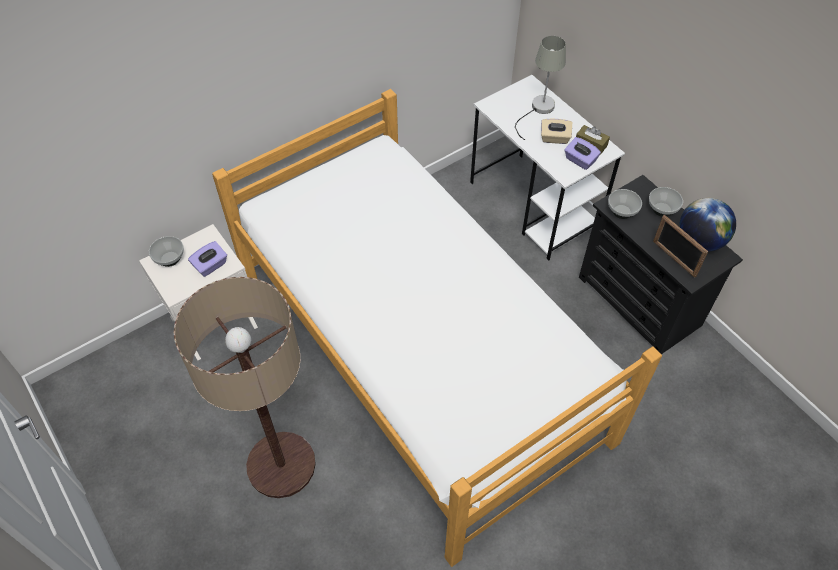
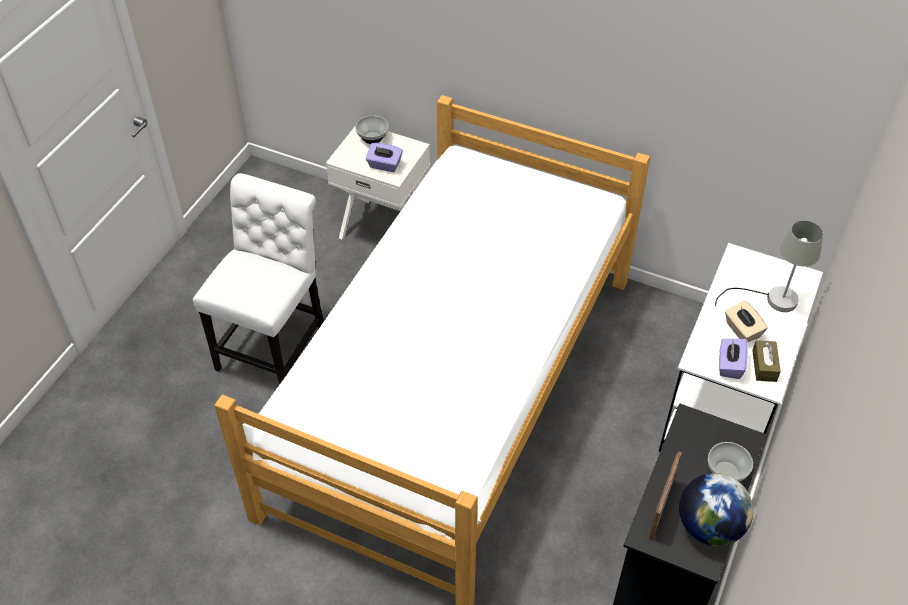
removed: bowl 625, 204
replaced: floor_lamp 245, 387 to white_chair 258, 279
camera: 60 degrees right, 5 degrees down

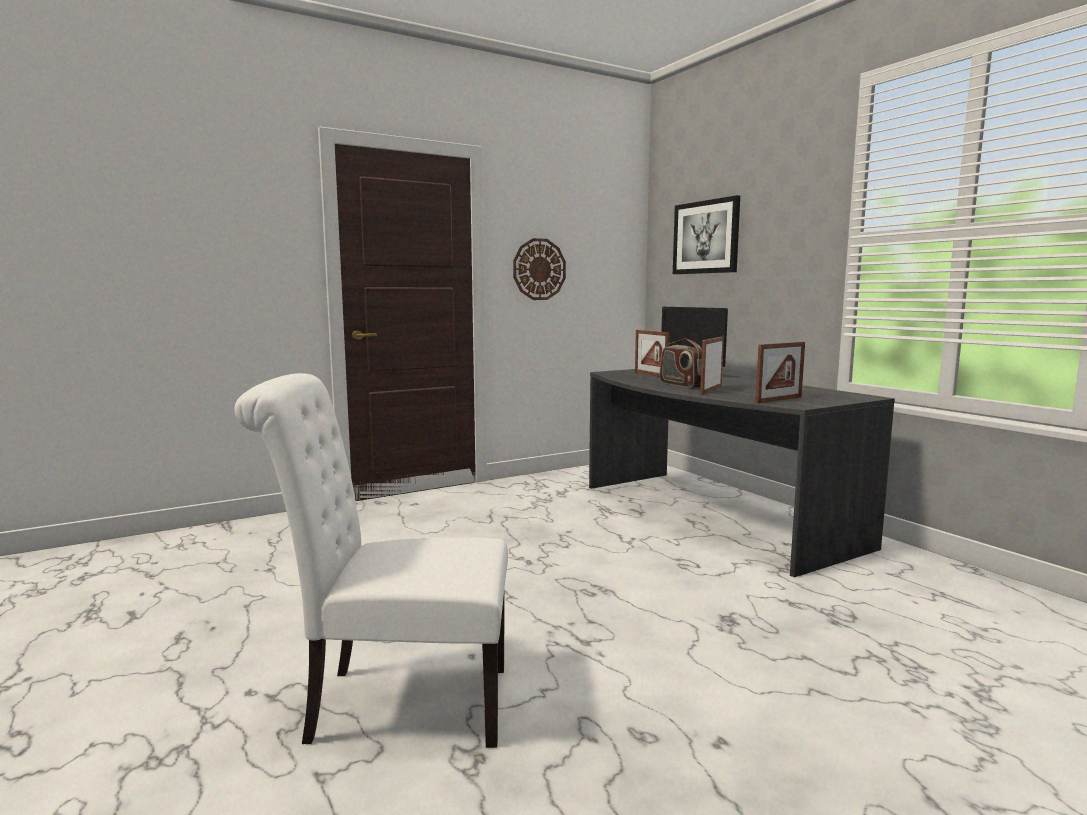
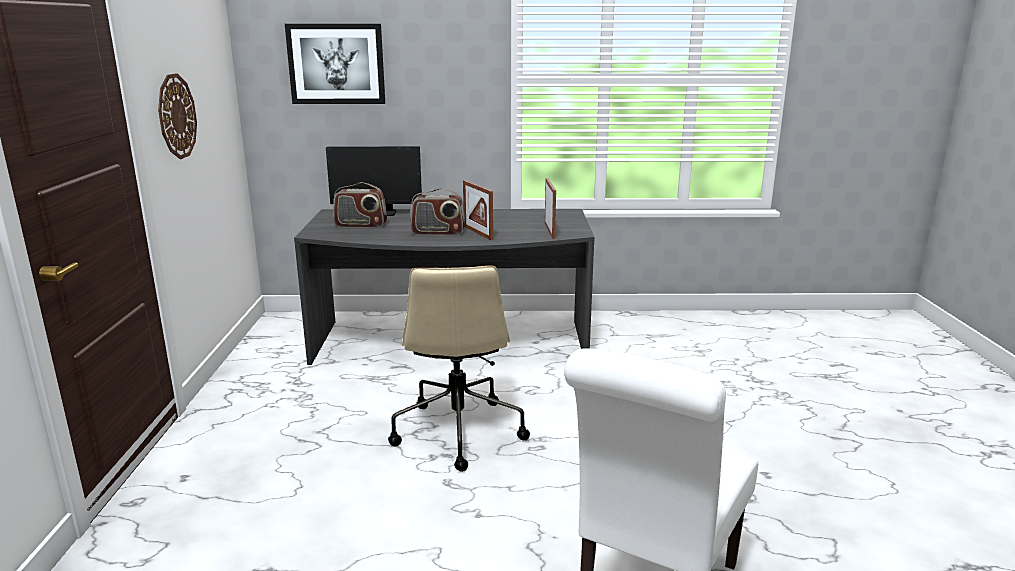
added: beige_office_chair 459, 368
replaced: picture_frame 652, 353 to radio 360, 205
camera: 60 degrees left, 10 degrees up

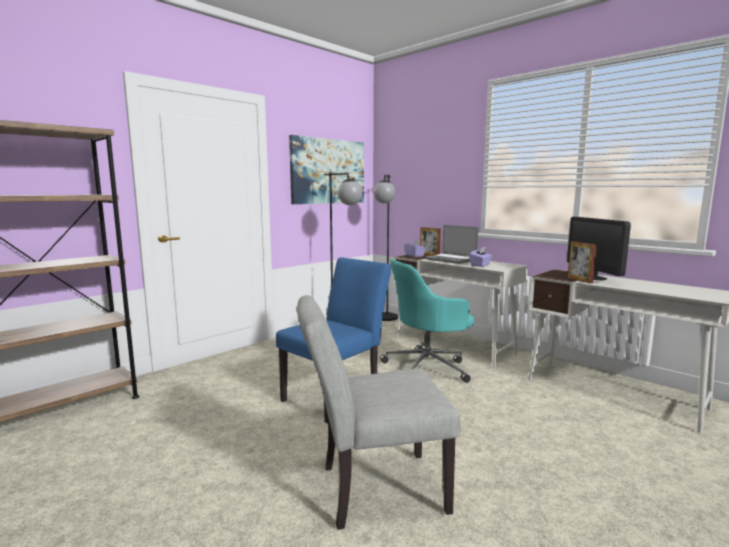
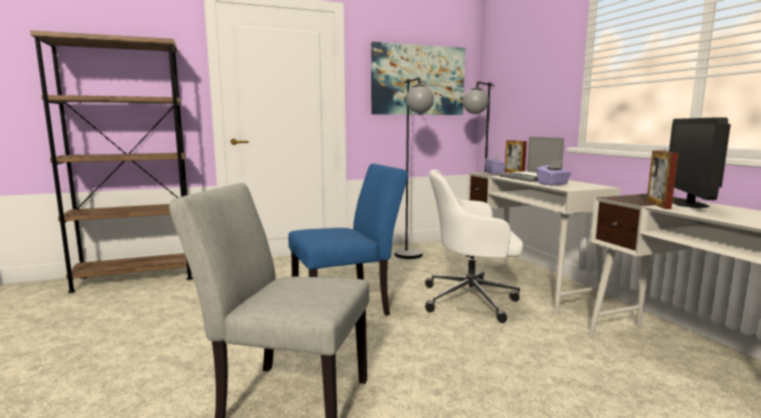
recoloured: turquoise_office_chair 427, 321 to white_office_chair 474, 246
camera: 25 degrees right, 0 degrees up

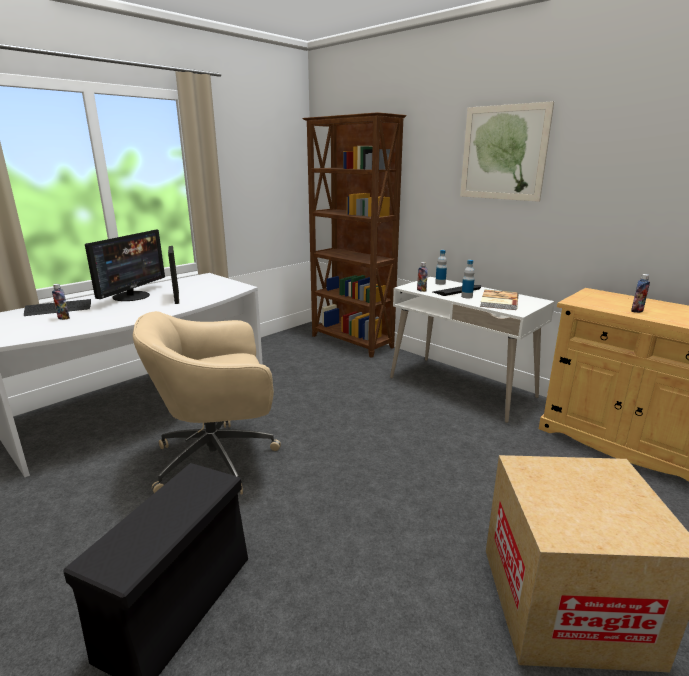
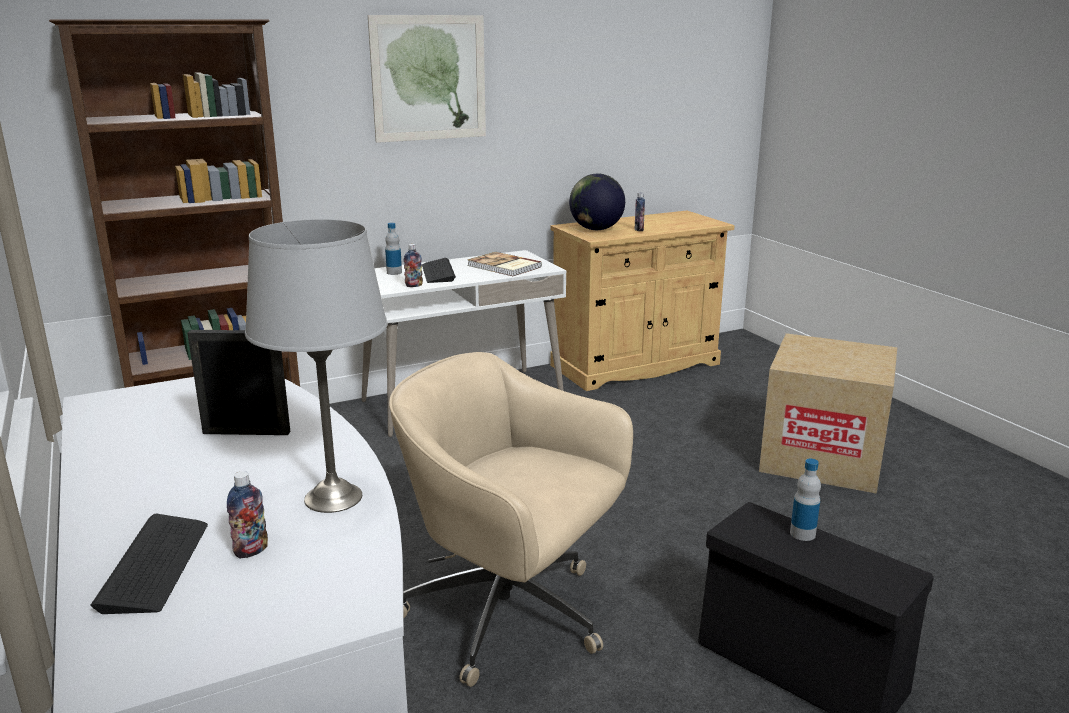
removed: monitor 125, 265
added: grey_table_lamp 316, 366; globe 597, 202
moved: bottle 468, 279 to 805, 500
turned: beige_office_chair 206, 402 = 511, 519 120 degrees clockwise
camera: 70 degrees left, 0 degrees up

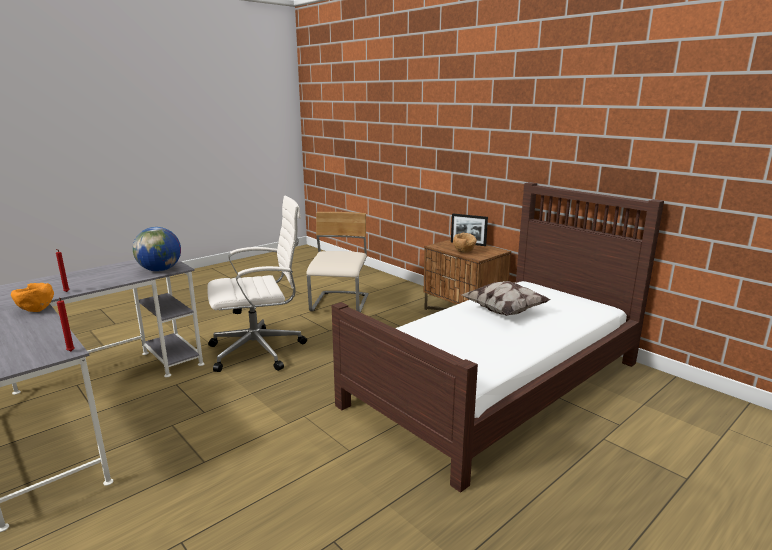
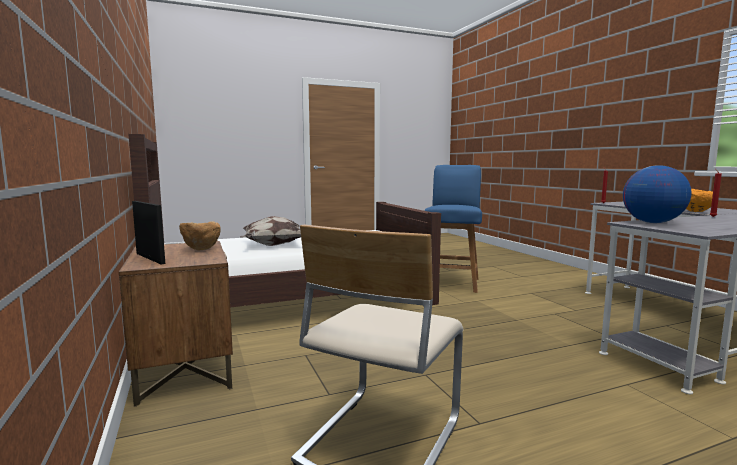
removed: white_office_chair 257, 284
added: blue_chair 453, 229
camera: 160 degrees left, 10 degrees down

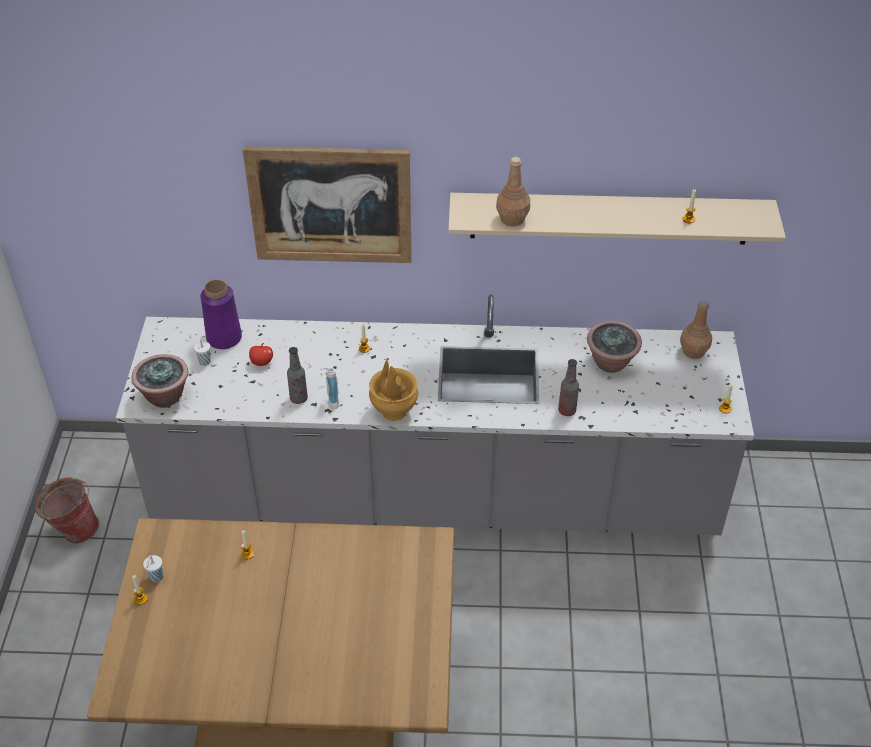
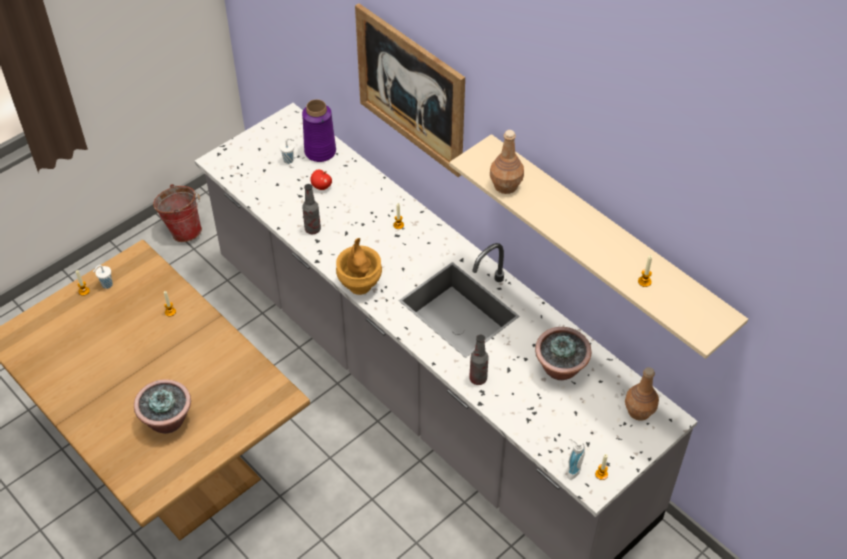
moved: potted_plant 159, 381 to 162, 406; soap_dispenser 329, 387 to 576, 459
camera: 45 degrees right, 5 degrees up

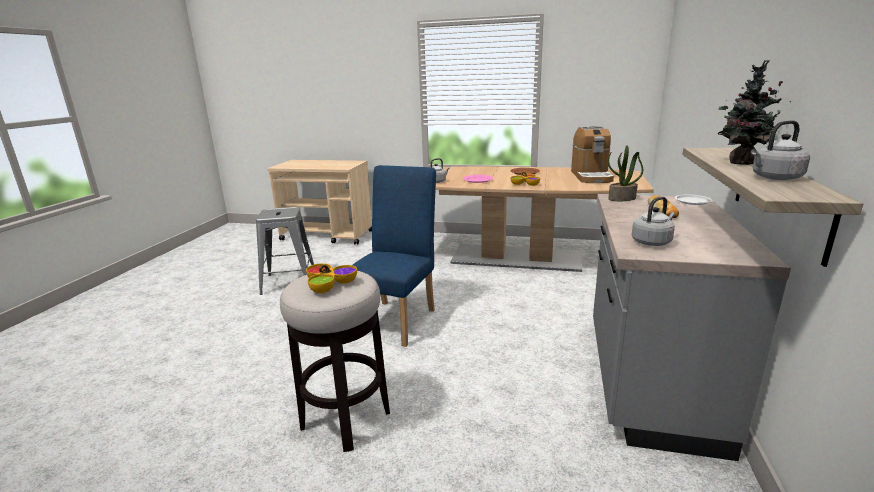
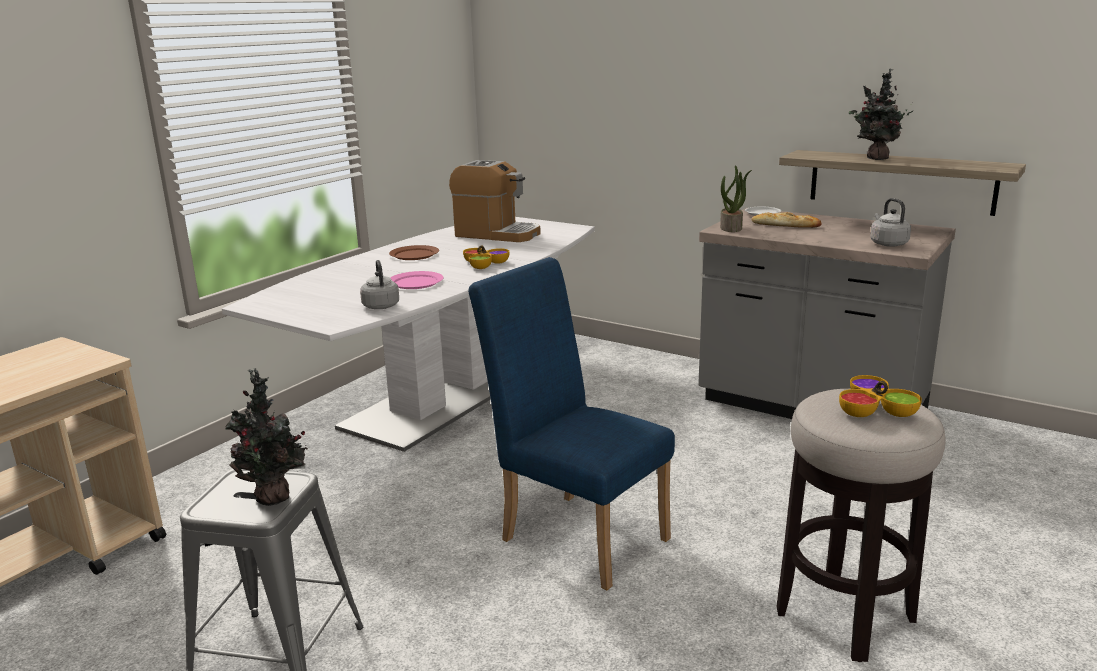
removed: grey_kettle 780, 150
added: potted_plant 266, 437
recoloured: brown_dining_table 545, 219 to white_dining_table 408, 334
camera: 70 degrees left, 0 degrees up

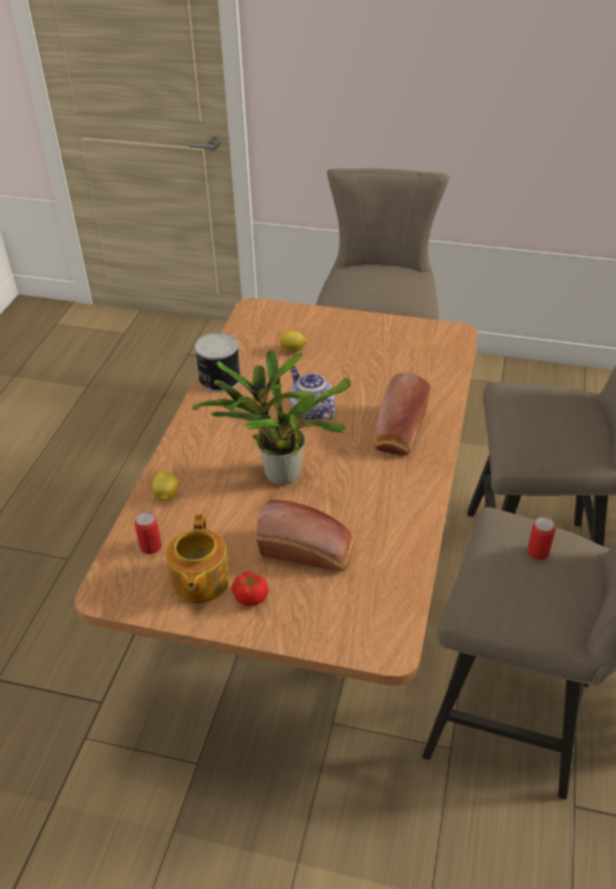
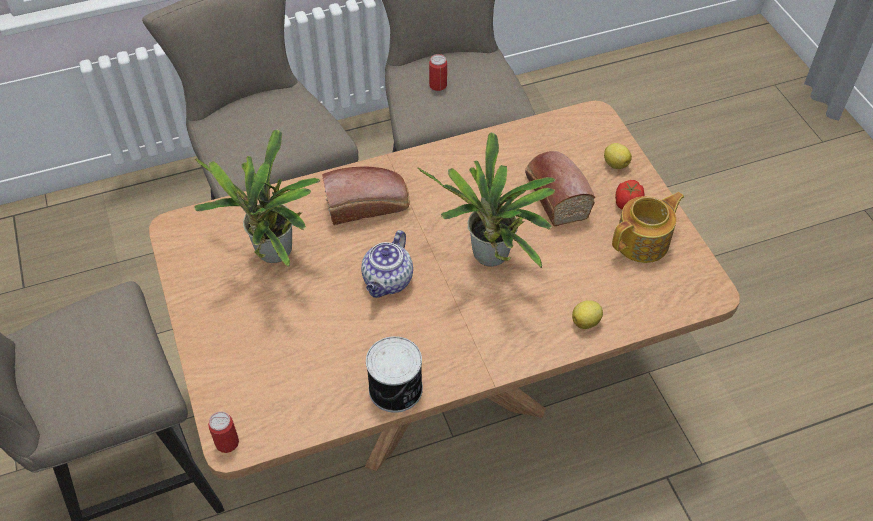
added: potted_plant 257, 198
moved: can 148, 532 to 223, 432; lemon 293, 341 to 618, 156
camera: 125 degrees left, 10 degrees up

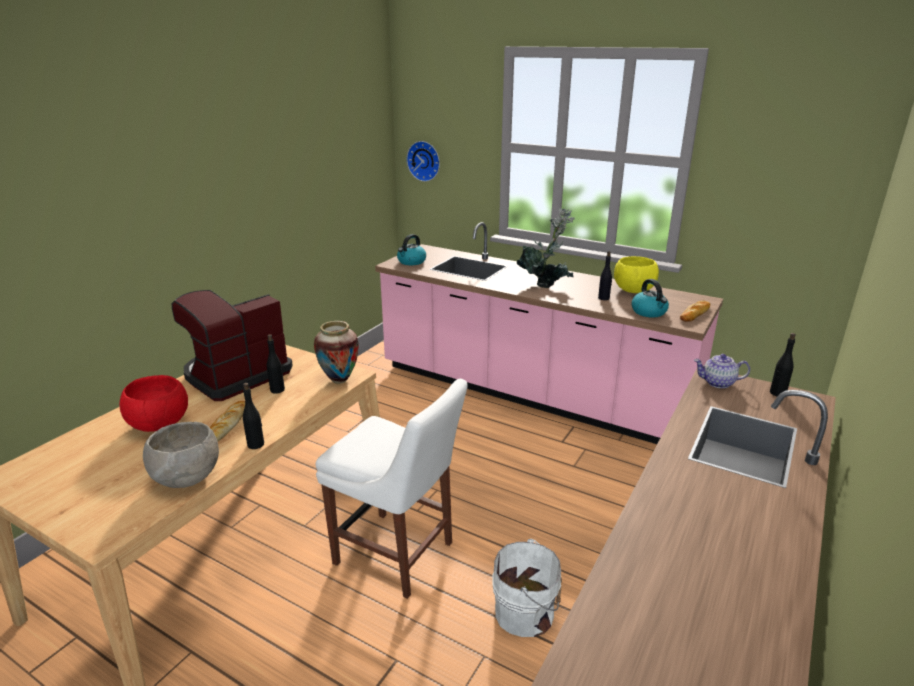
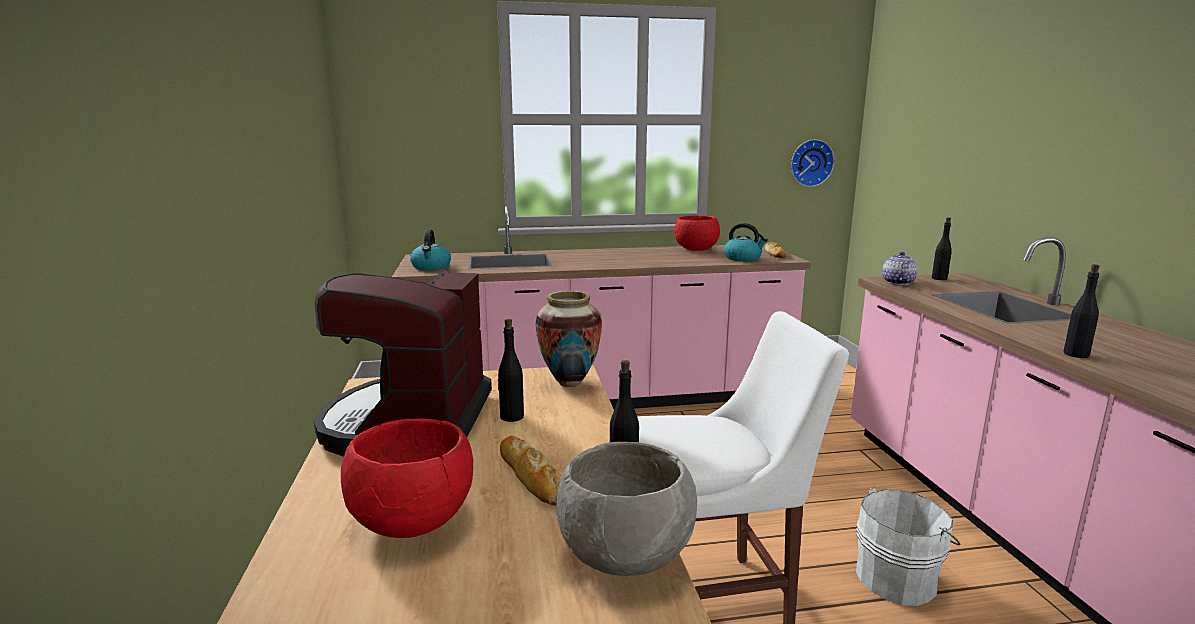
removed: potted_plant 546, 248
moved: wall_clock 423, 161 to 812, 163; black_bottle 605, 275 to 1081, 311
recoloured: yellow_bowl 636, 274 to red_bowl 697, 233
turned: teapot 722, 371 = 900, 268 135 degrees clockwise
camera: 40 degrees left, 10 degrees down

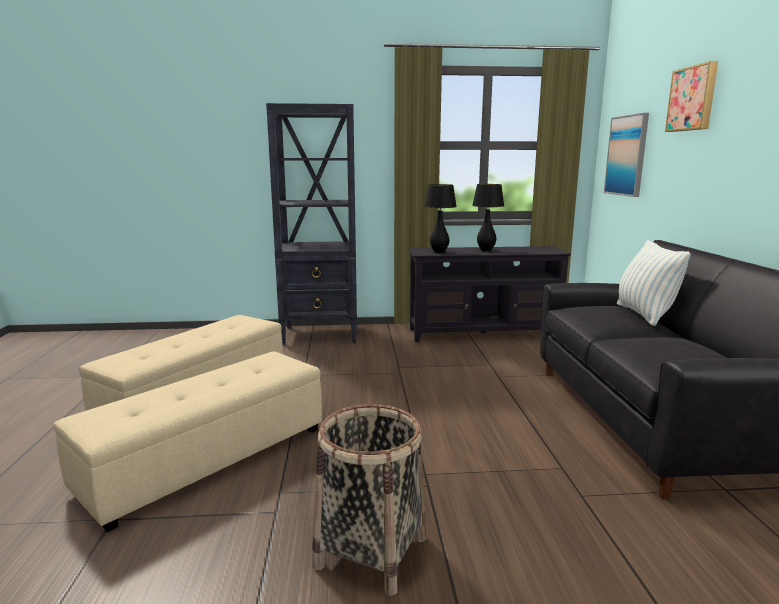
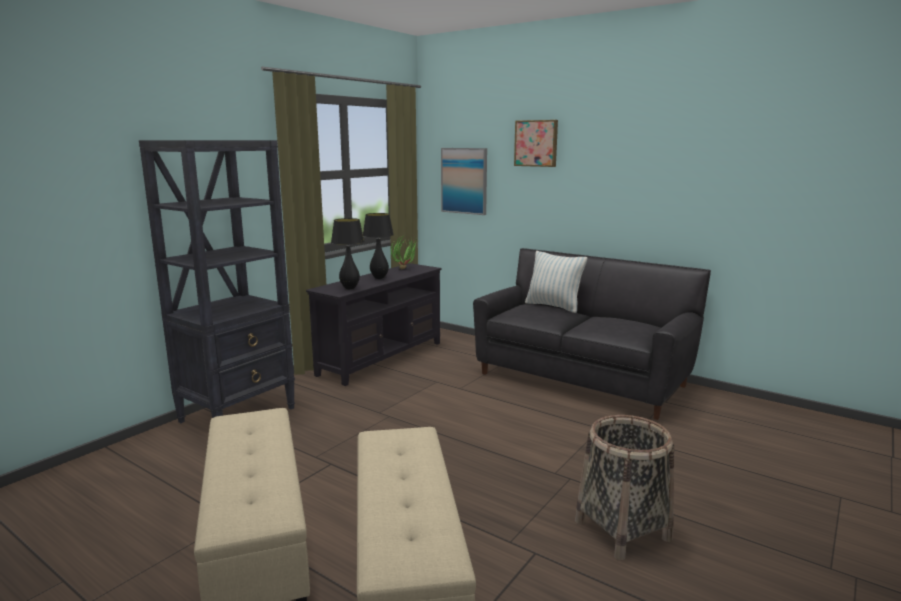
added: potted_plant 404, 252
camera: 50 degrees left, 0 degrees up

